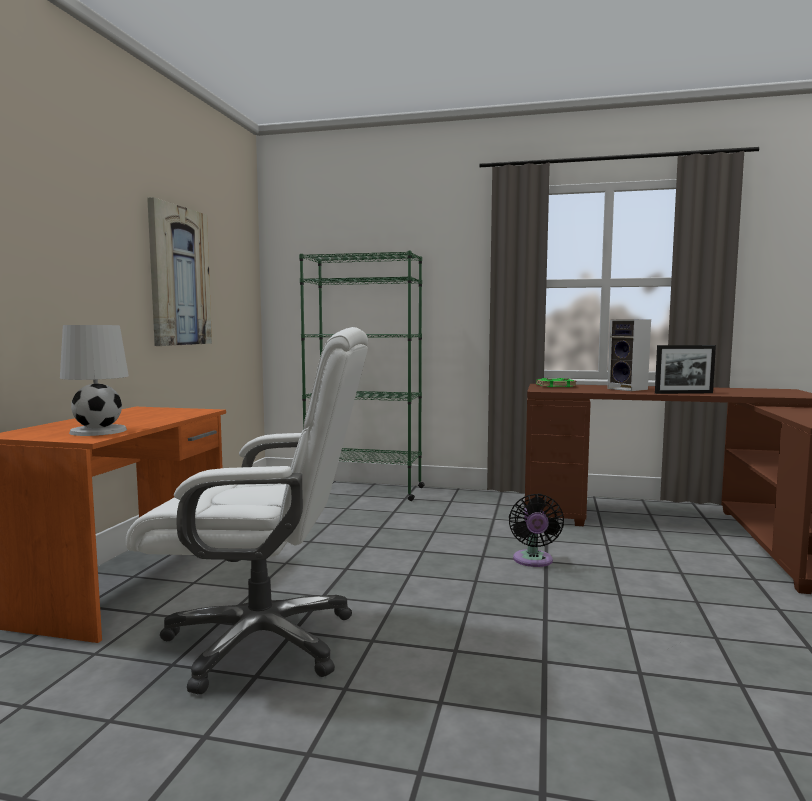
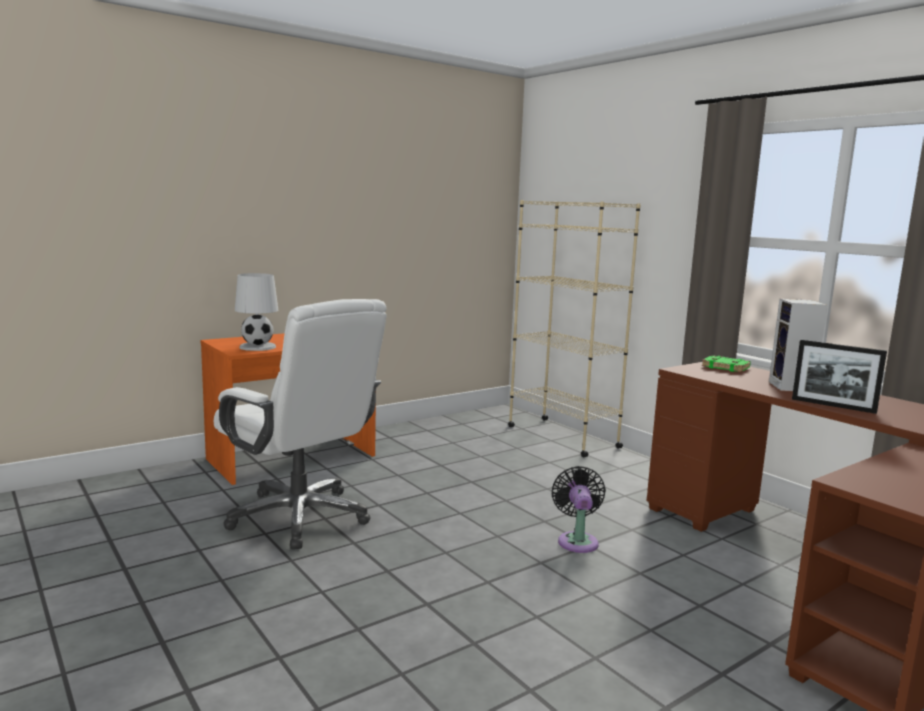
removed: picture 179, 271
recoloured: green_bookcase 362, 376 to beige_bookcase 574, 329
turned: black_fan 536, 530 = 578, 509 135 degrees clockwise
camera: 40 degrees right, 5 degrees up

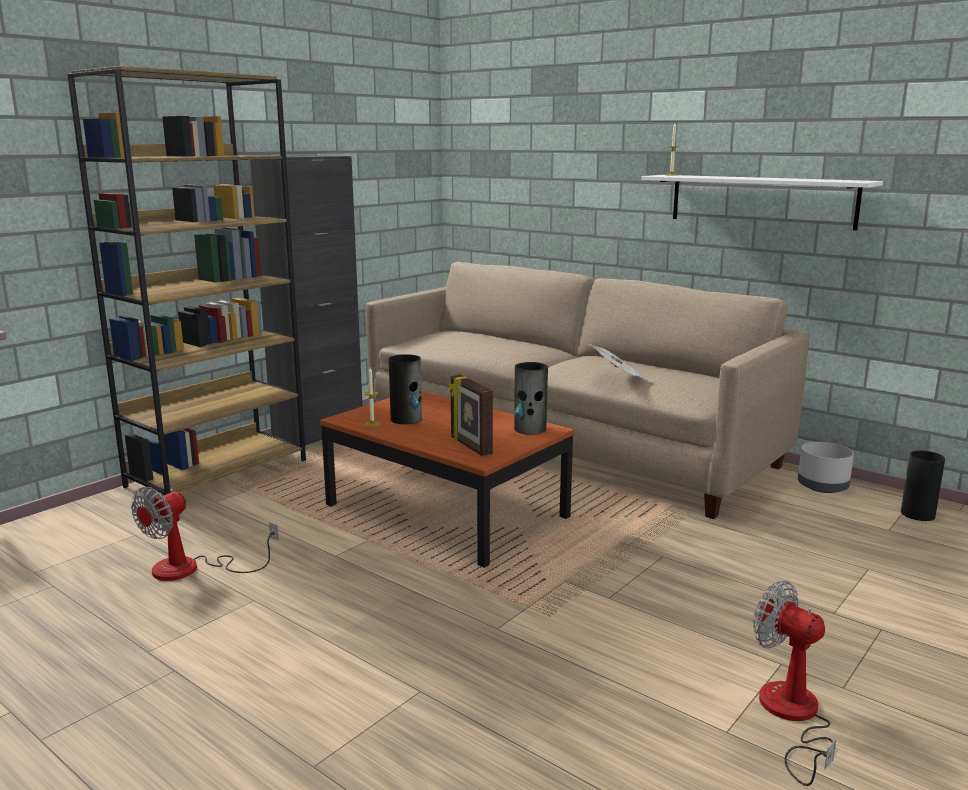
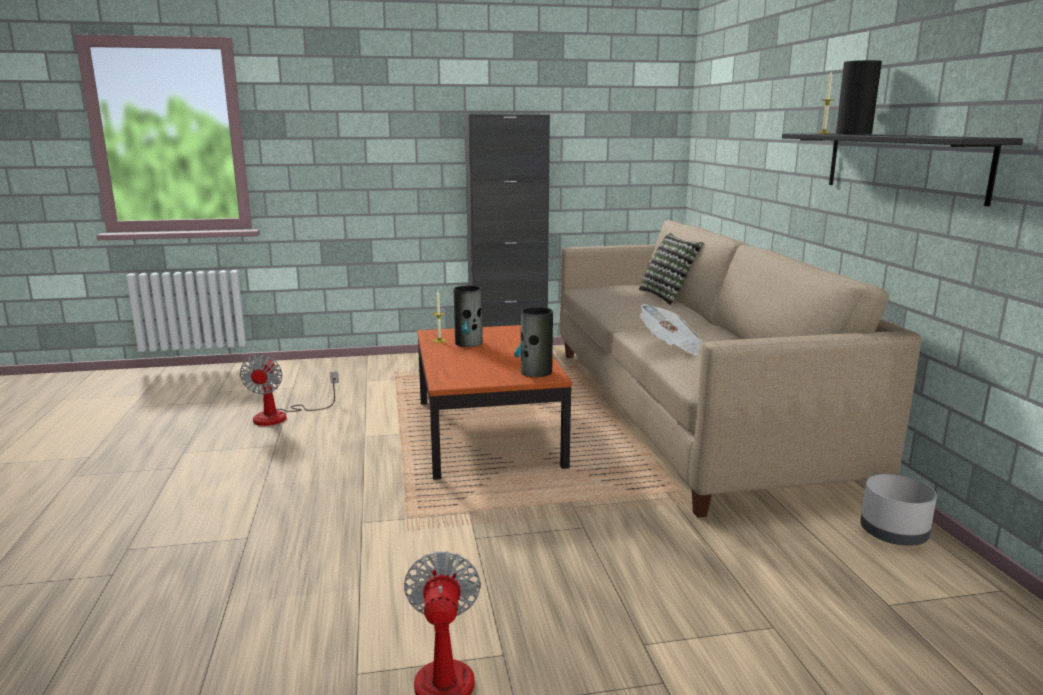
removed: brown_bookcase 186, 280; picture_frame 471, 415
added: pillow 671, 269
moved: vase 923, 485 to 859, 97
recoloured: white_shelf 762, 202 to black_shelf 902, 170
turned: fan 205, 534 = 289, 390 75 degrees counterclockwise
camera: 40 degrees right, 0 degrees up

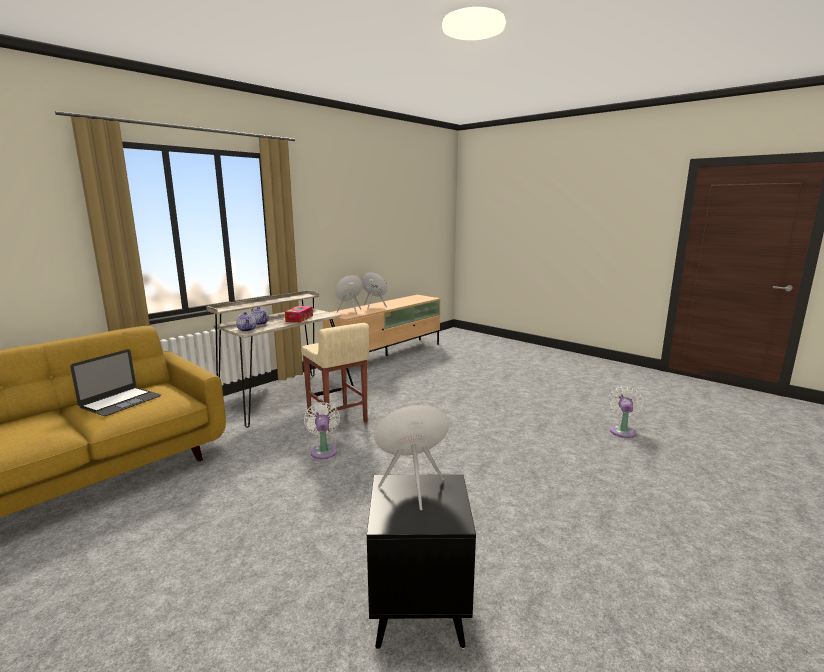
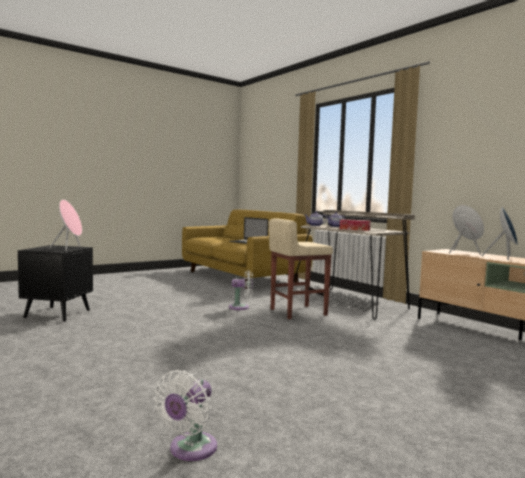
turned: white_fan 625, 412 = 185, 415 90 degrees clockwise
camera: 100 degrees right, 10 degrees down

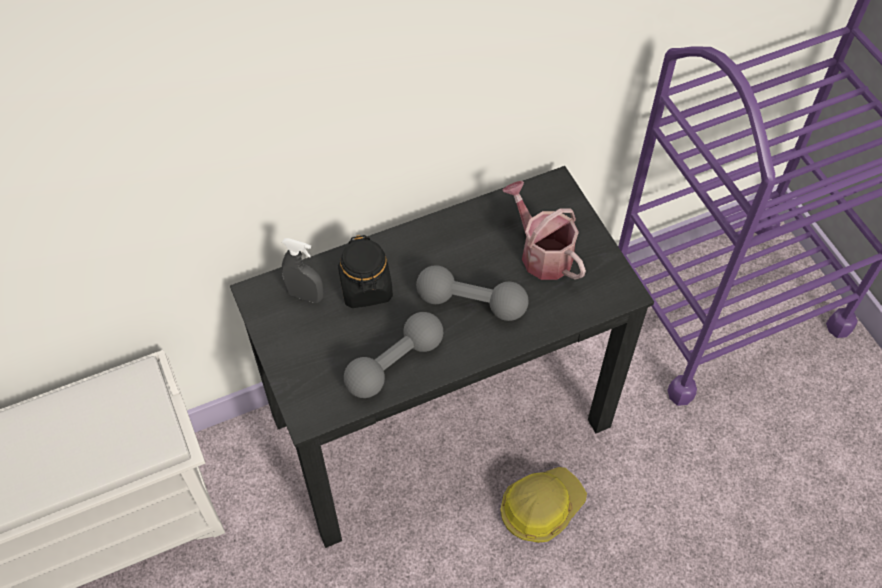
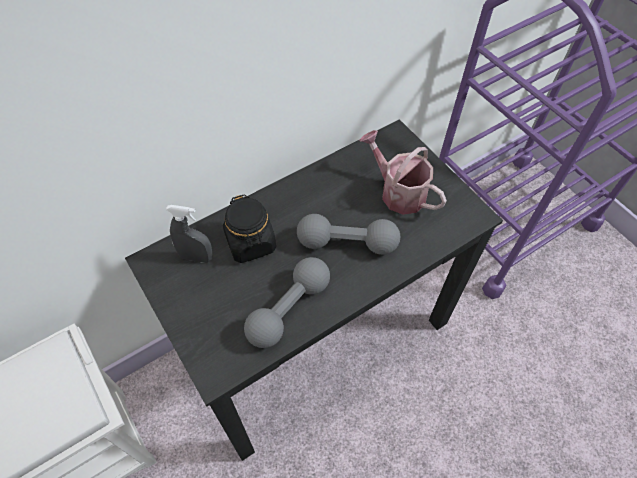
removed: hard_hat 543, 505
camera: 10 degrees left, 0 degrees up

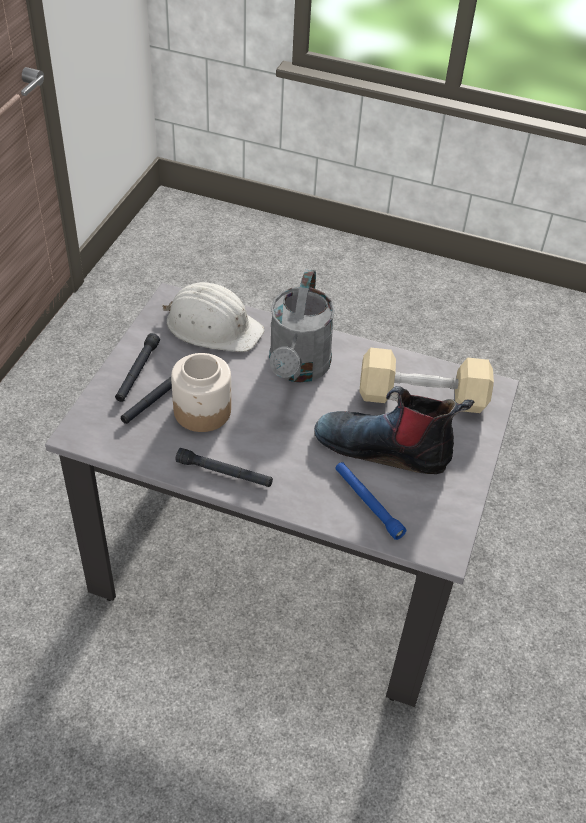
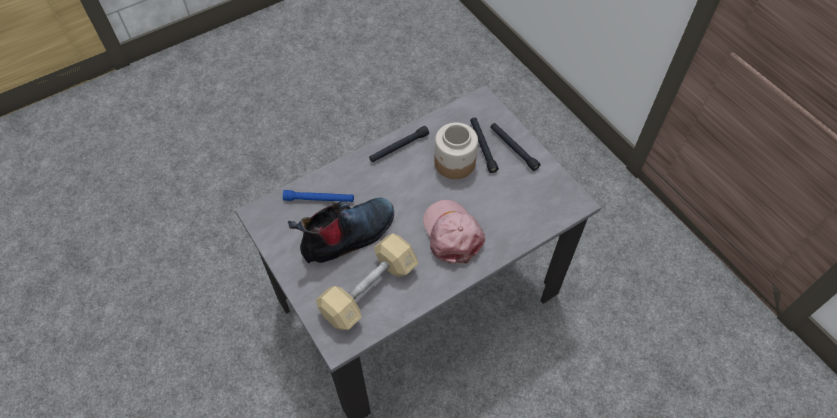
removed: white_hard_hat 213, 317
replaced: grey_watering_can 302, 326 to pink_cap 454, 232
camera: 130 degrees right, 10 degrees up

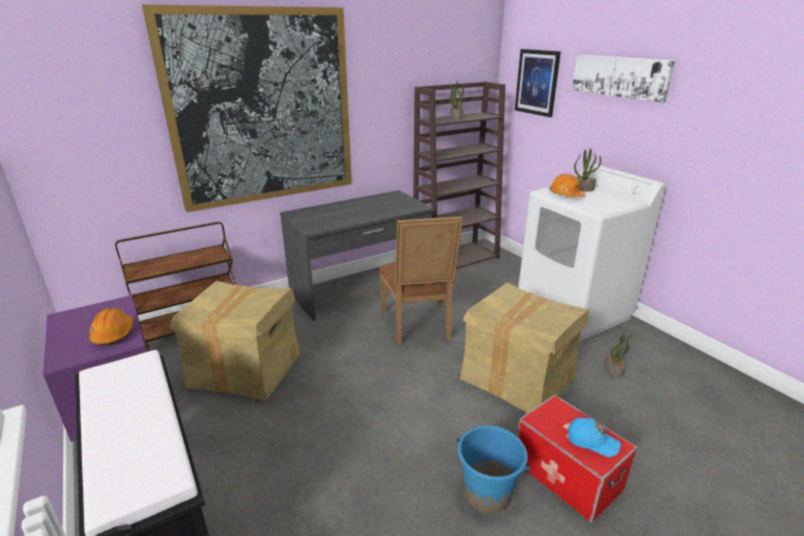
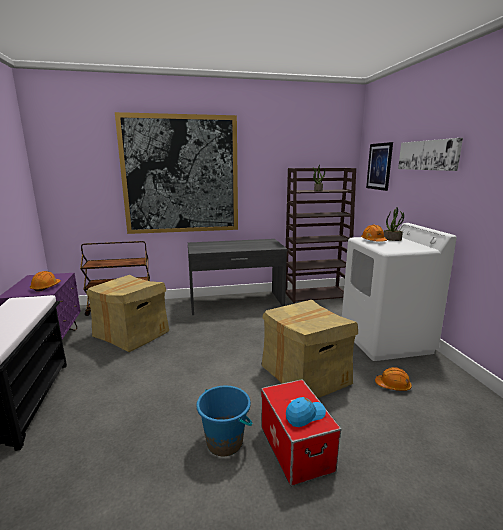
removed: brown_chair 421, 280
replaced: potted_plant 618, 355 to orange_hard_hat 393, 379
turned: blue_cap 594, 437 = 306, 412 75 degrees counterclockwise
camera: 20 degrees right, 10 degrees down

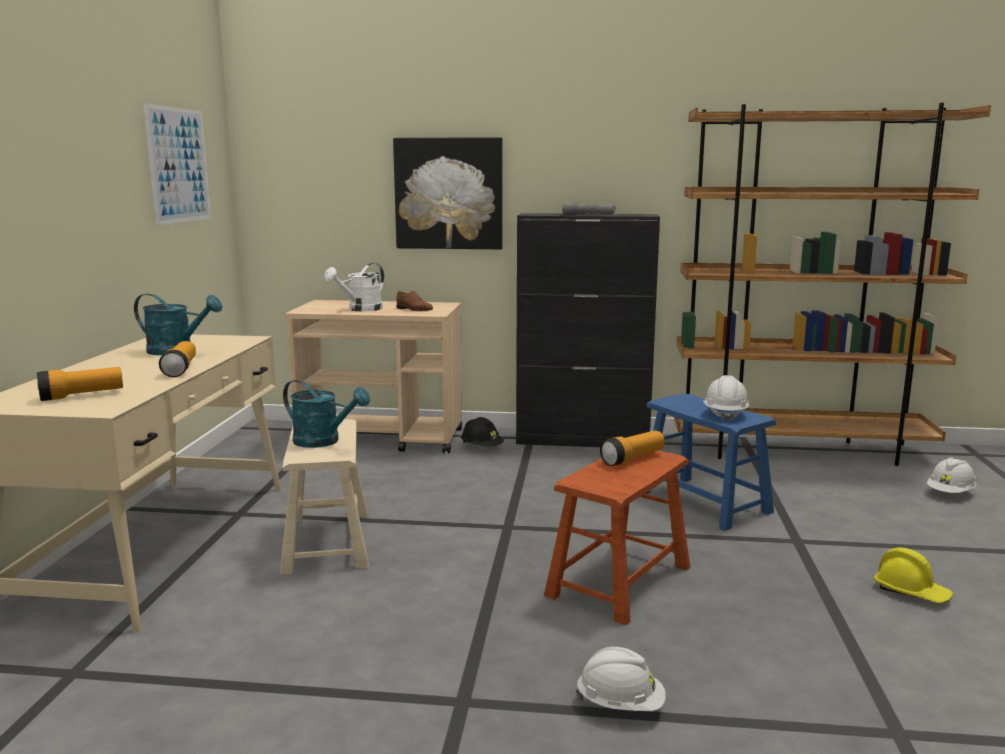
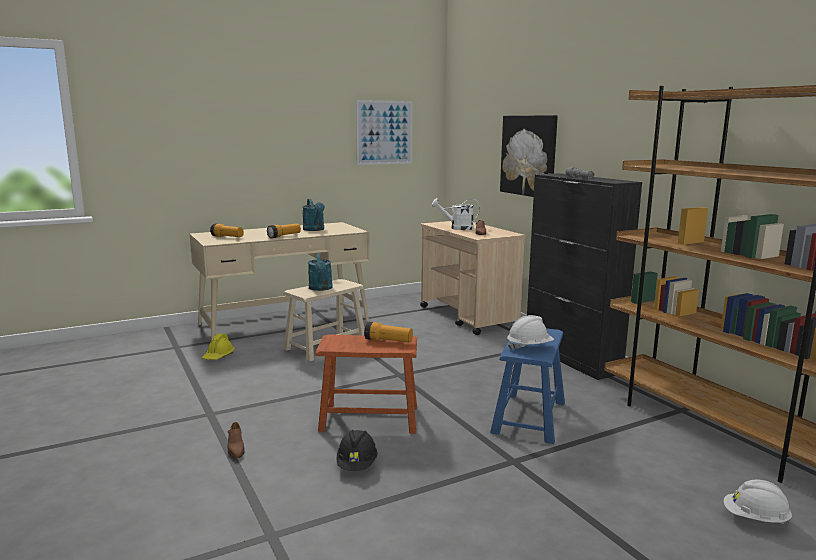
moved: yellow_hard_hat 913, 575 to 218, 346; black_hard_hat 482, 431 to 357, 450
replaced: white_hard_hat 620, 679 to brown_shoe 236, 440
camera: 55 degrees right, 0 degrees up

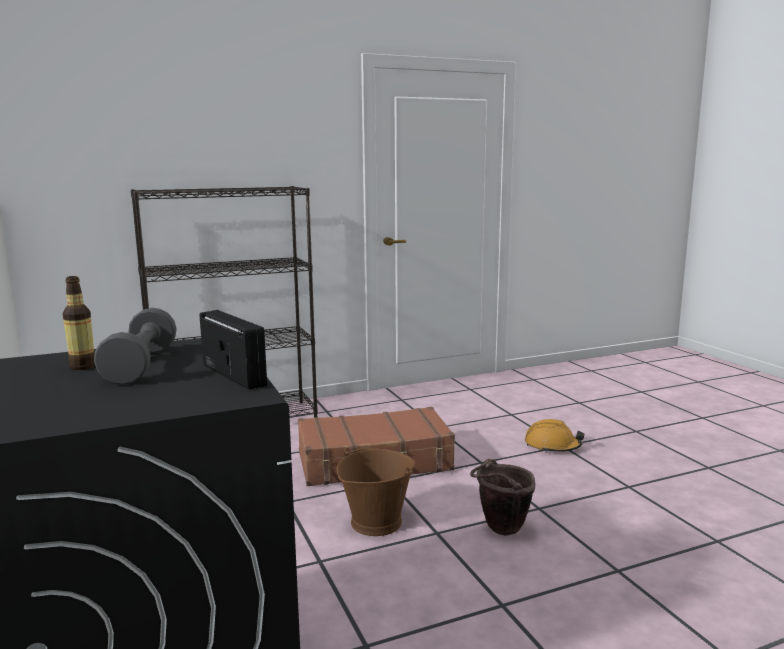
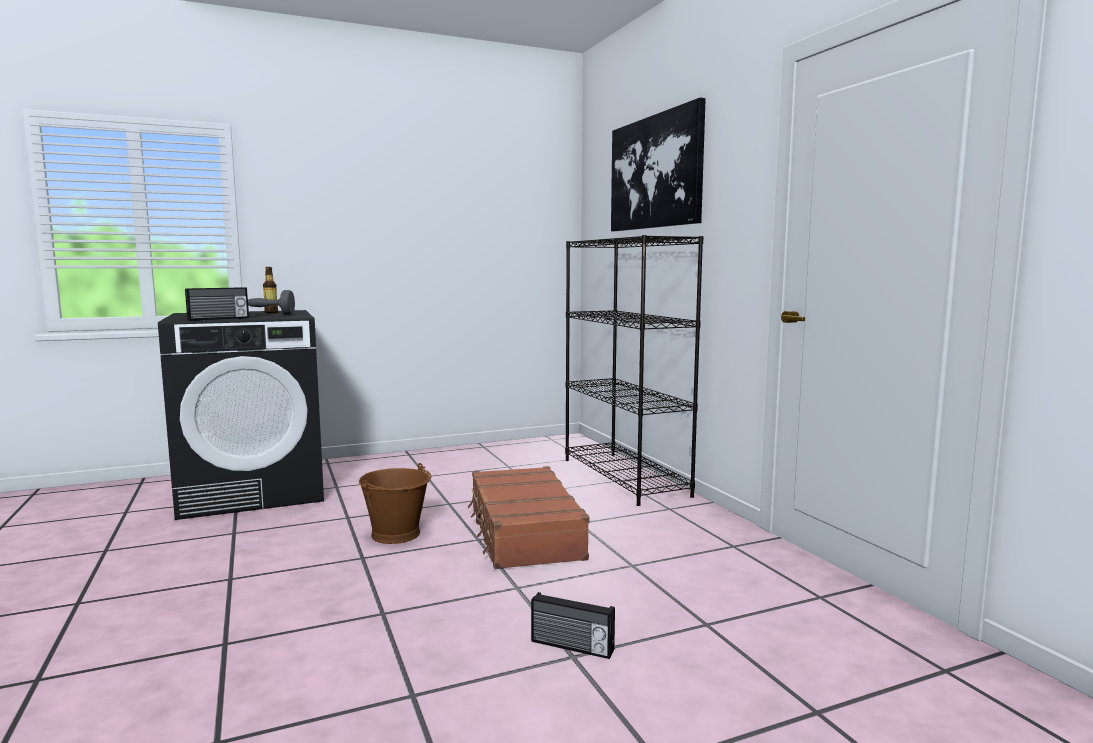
removed: brown_bucket 502, 497
added: picture 658, 164
replaced: orange_hard_hat 555, 436 to radio 573, 625
camera: 90 degrees right, 5 degrees down

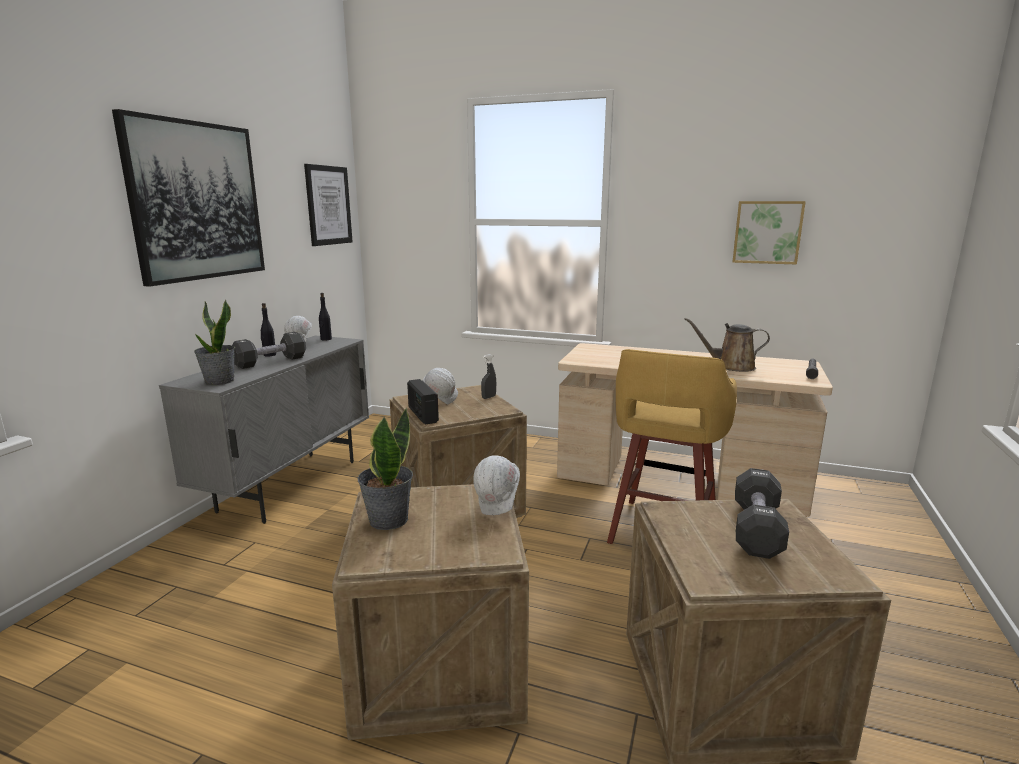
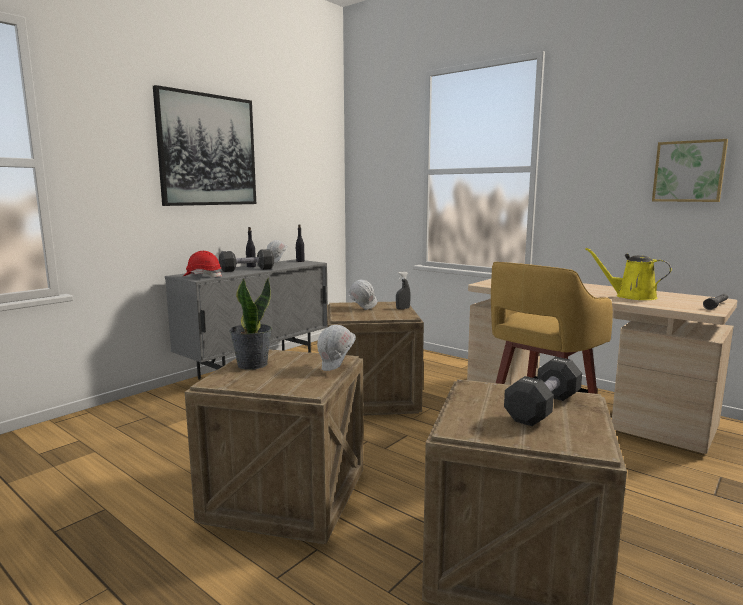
removed: picture 328, 205; radio 423, 402
replaced: potted_plant 214, 342 to red_hard_hat 202, 264
recoloured: brown_watering_can 727, 345 to yellow_watering_can 628, 274
camera: 20 degrees right, 5 degrees down

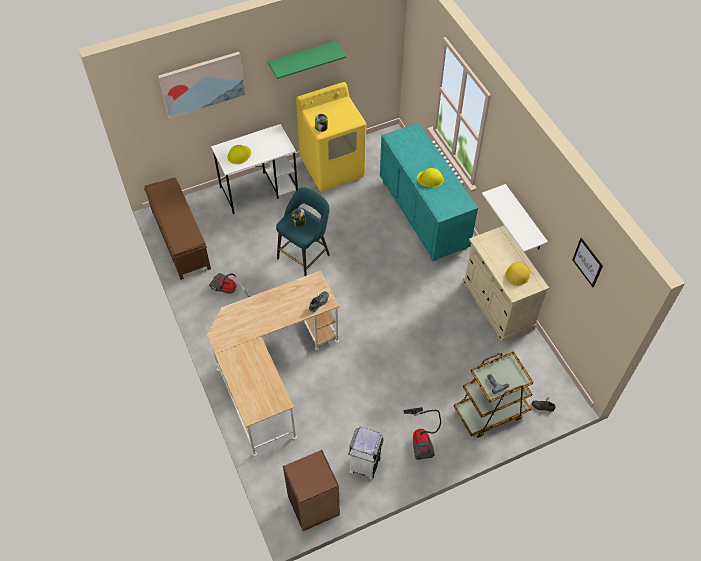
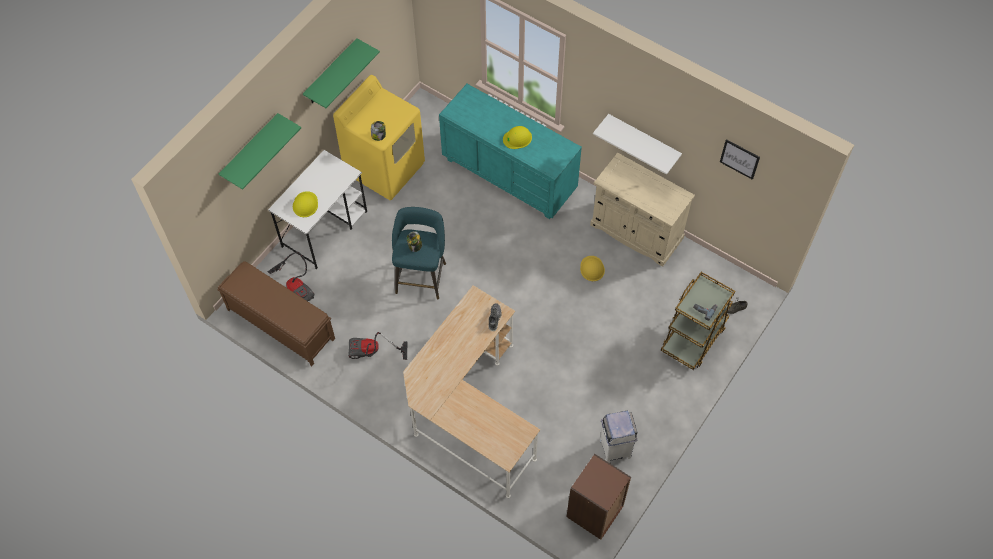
moved: vacuum_cleaner 422, 433 to 291, 276; yellow_hard_hat 517, 274 to 592, 268
replaced: picture 202, 85 to green_shelf 260, 151
camera: 30 degrees left, 5 degrees up

